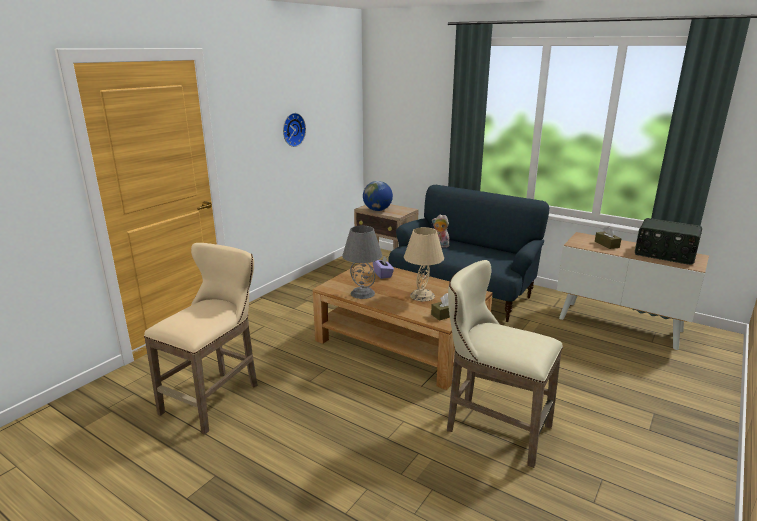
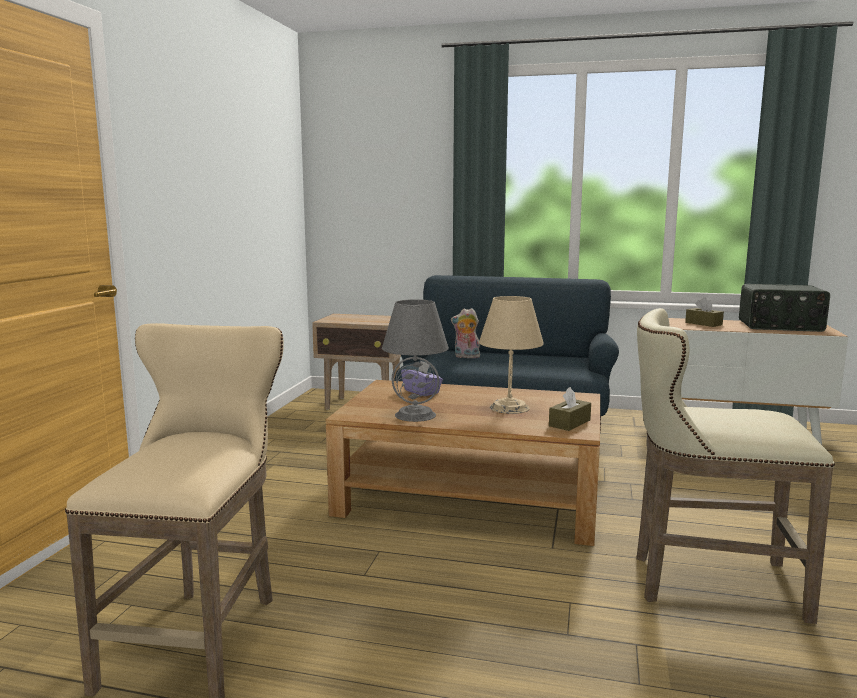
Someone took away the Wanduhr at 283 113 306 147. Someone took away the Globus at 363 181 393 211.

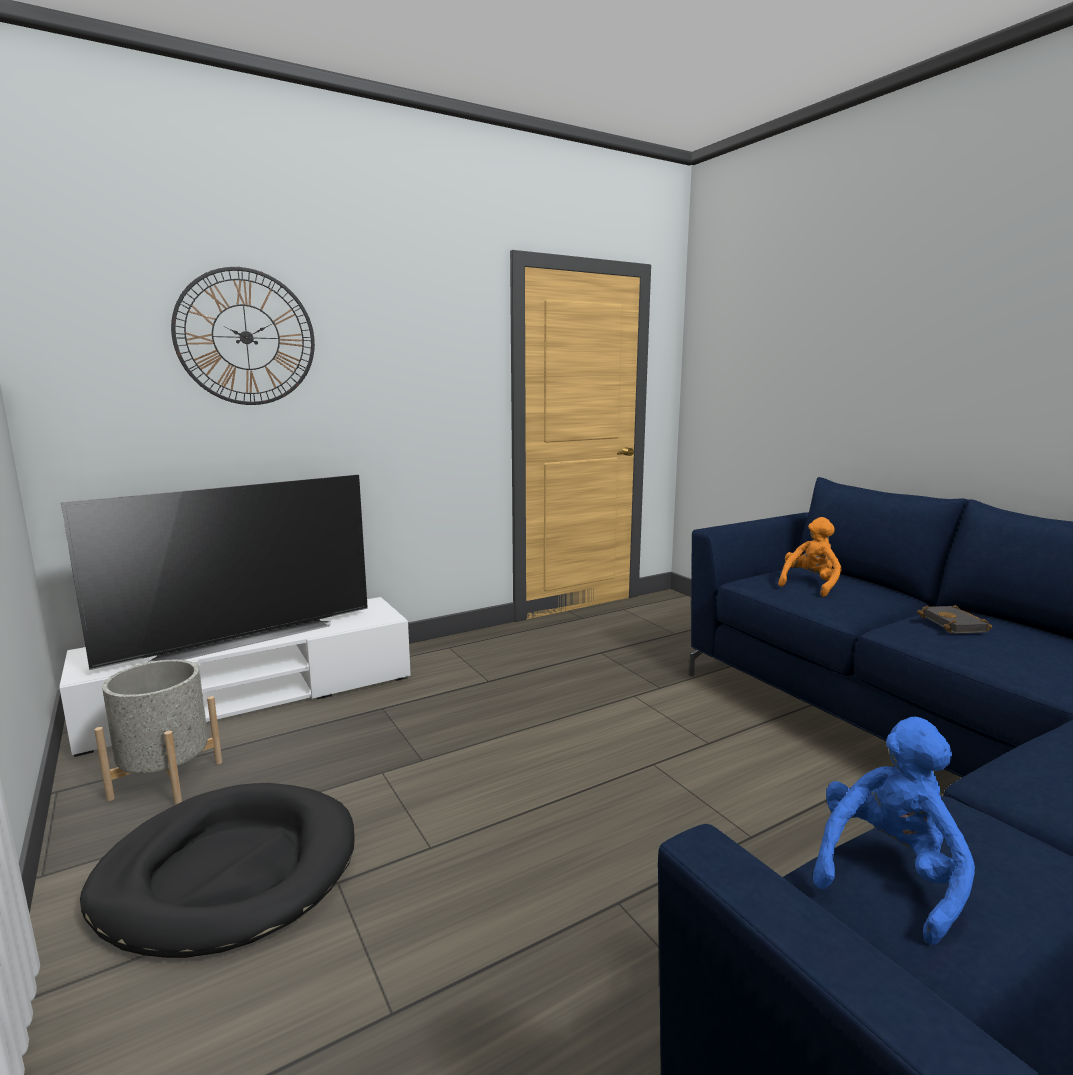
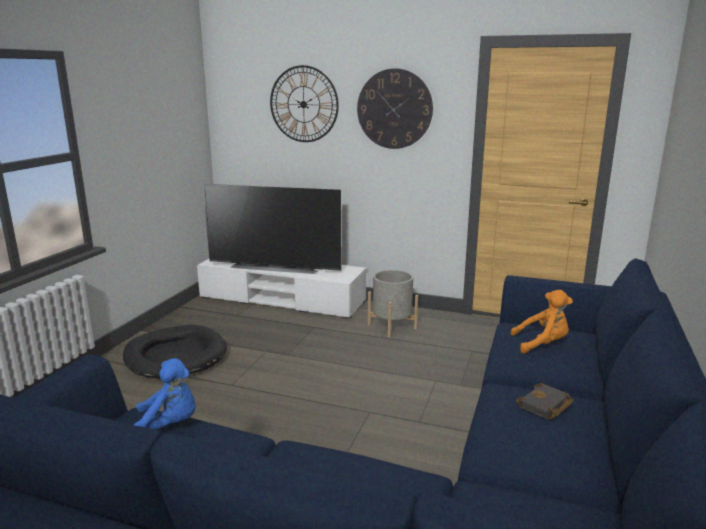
Someone carried the Pflanzkübel [grau] from 94 660 222 805 to 368 270 418 338. Someone put up the Wanduhr at 357 68 433 149.

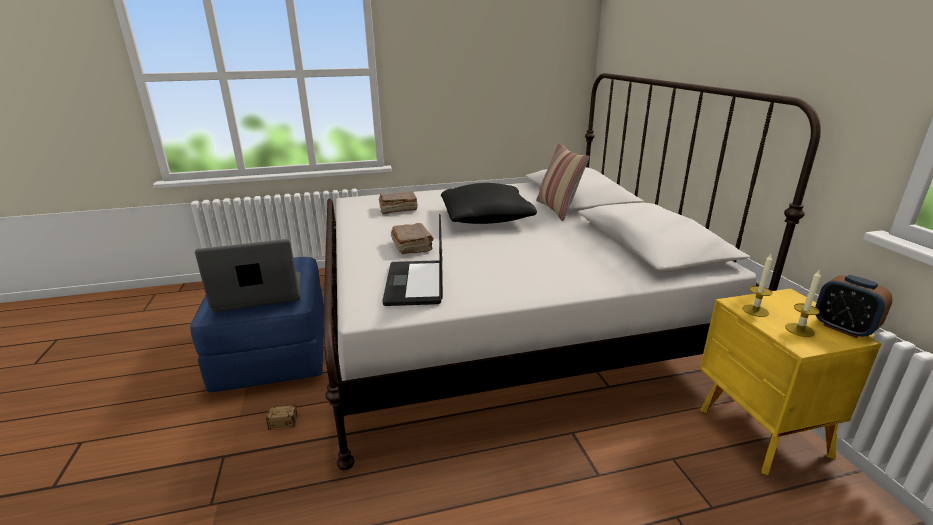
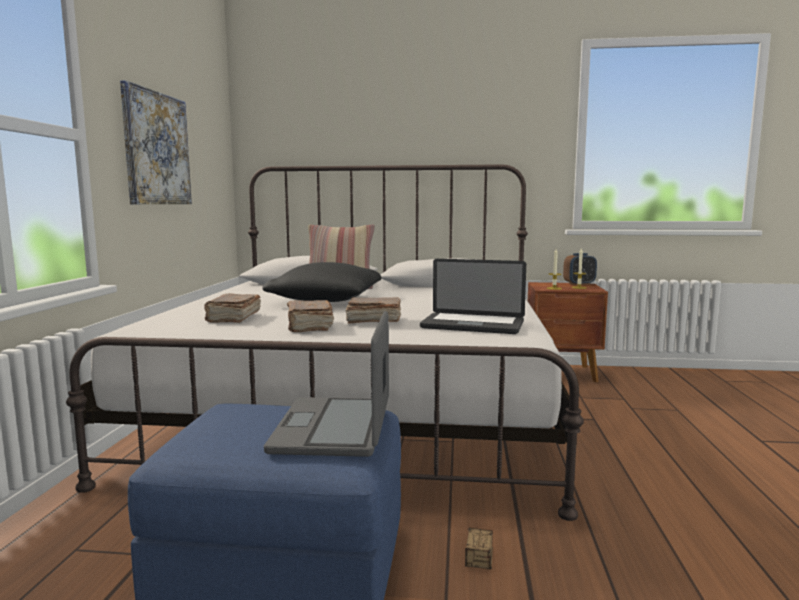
Someone repainted the Nachttisch [gelb] at 700 288 881 475, which became the Nachttisch [braun] at 528 282 608 382. Someone put up the Bild at 120 80 192 204. Someone put down the Buch [braun] at 287 300 334 332.

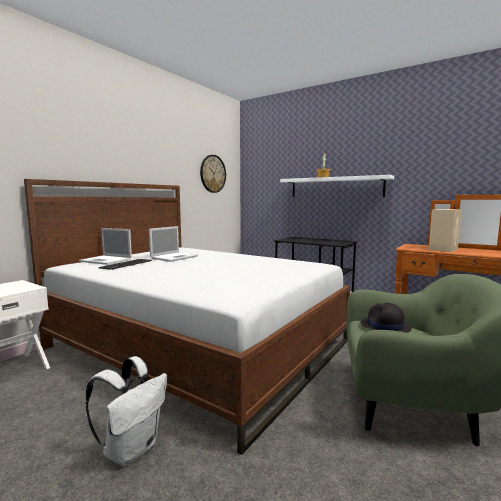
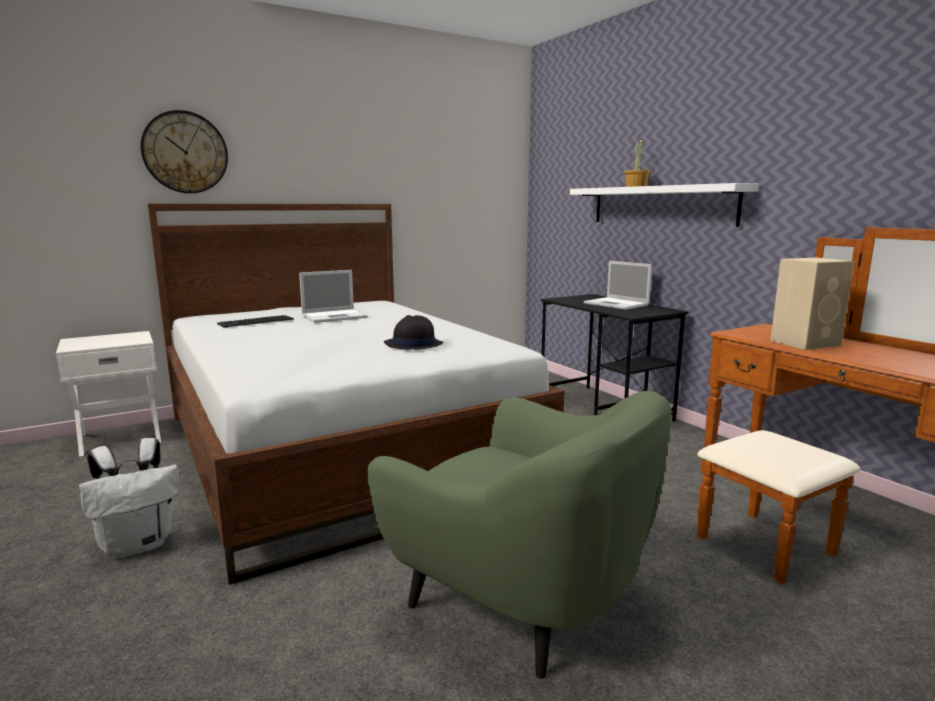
Someone carried the Laptop from 79 228 132 265 to 584 261 652 310. Someone carried the Wanduhr from 200 155 226 193 to 141 110 228 193. Someone carried the Hut [schwarz] from 360 303 412 333 to 384 315 443 350.

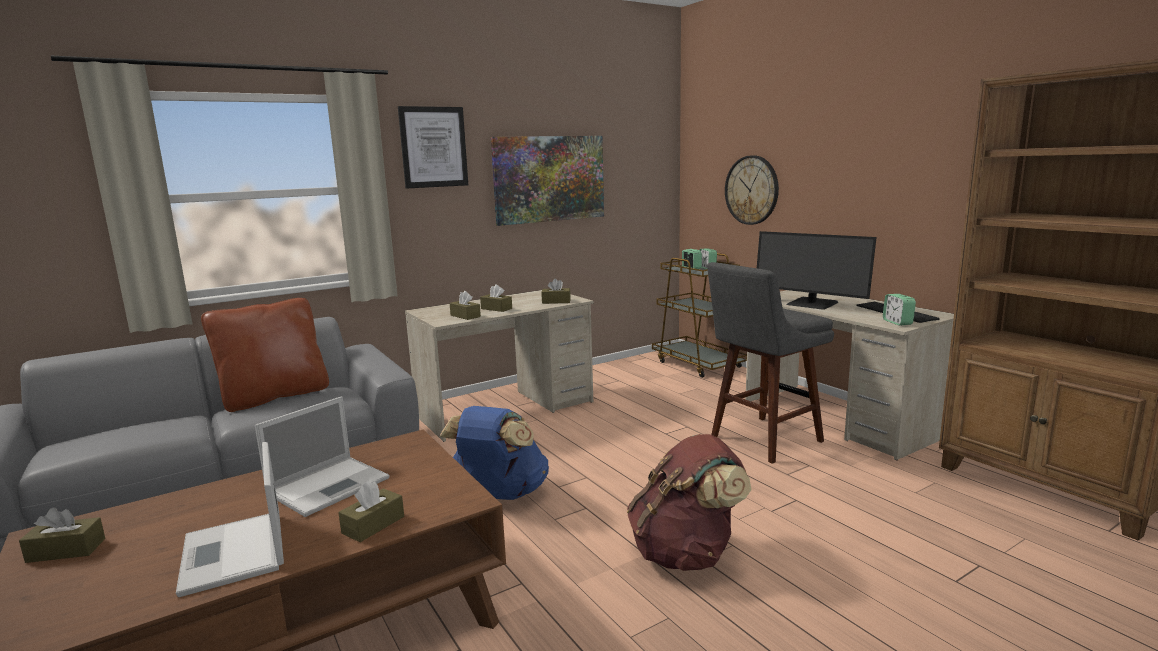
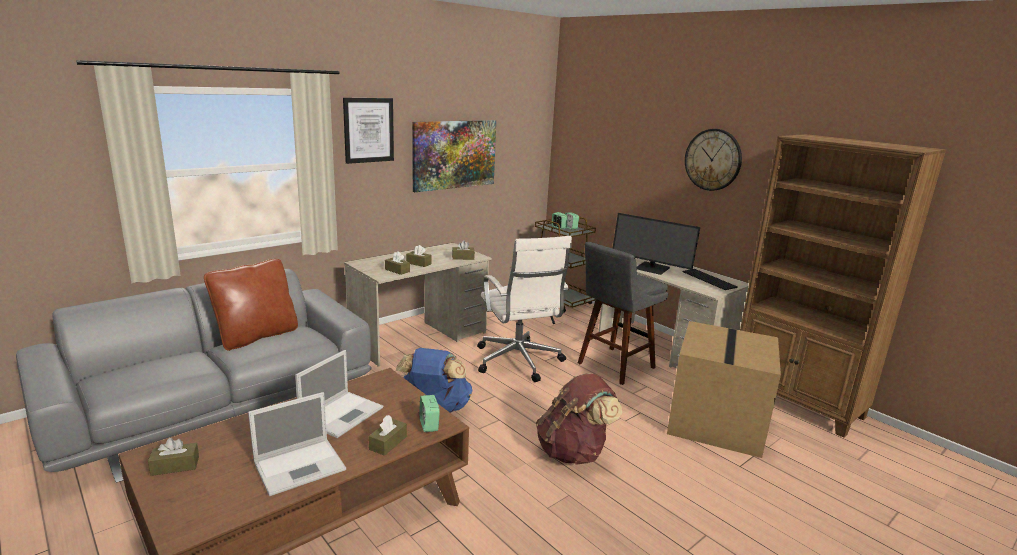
Someone rotated the Laptop at 176 442 284 597 by 90 degrees counterclockwise. Someone carried the Wanduhr from 725 155 779 225 to 685 129 742 191. Someone carried the Wecker from 883 294 916 326 to 419 395 440 432. Someone put down the Bürostuhl [weiß] at 477 236 572 382. Someone put down the Karton at 667 321 781 458.

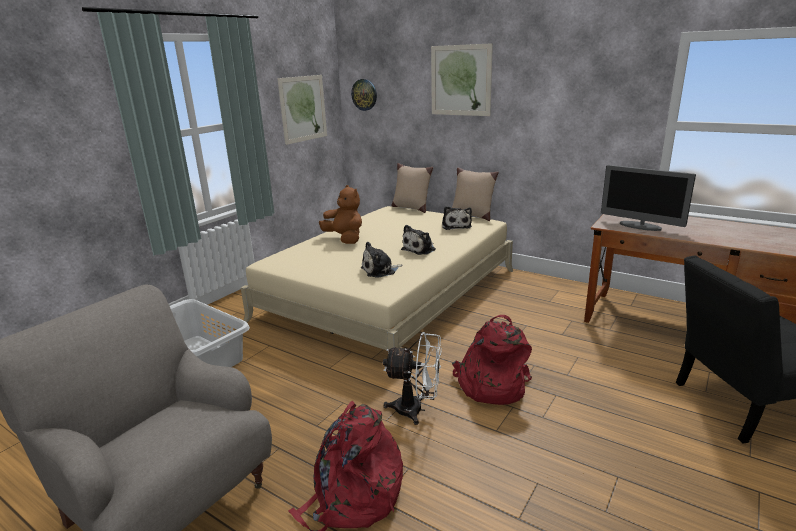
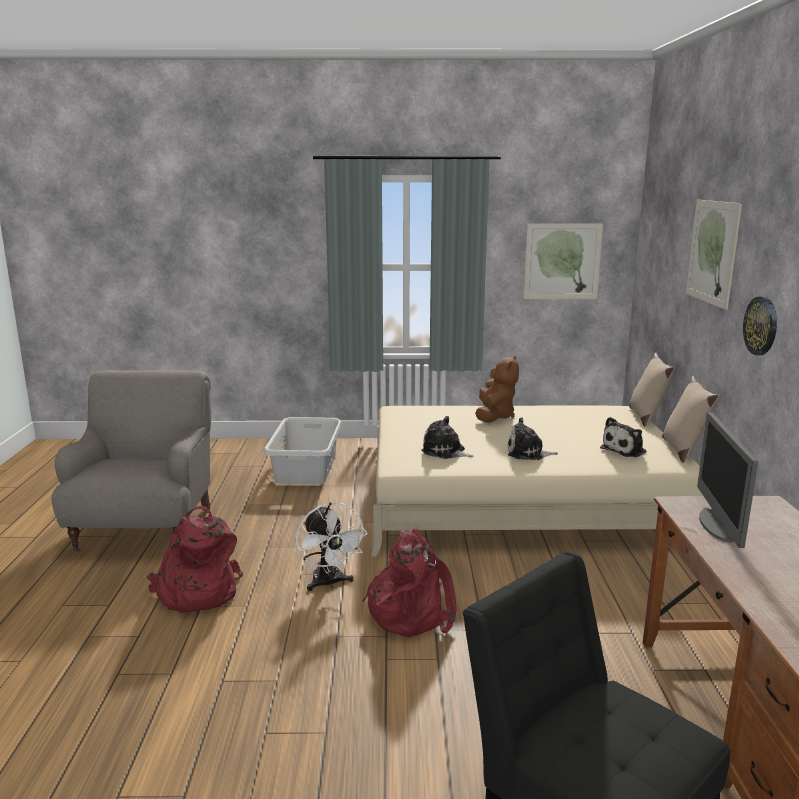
Someone carried the Wanduhr from 351 79 377 111 to 743 297 777 355.

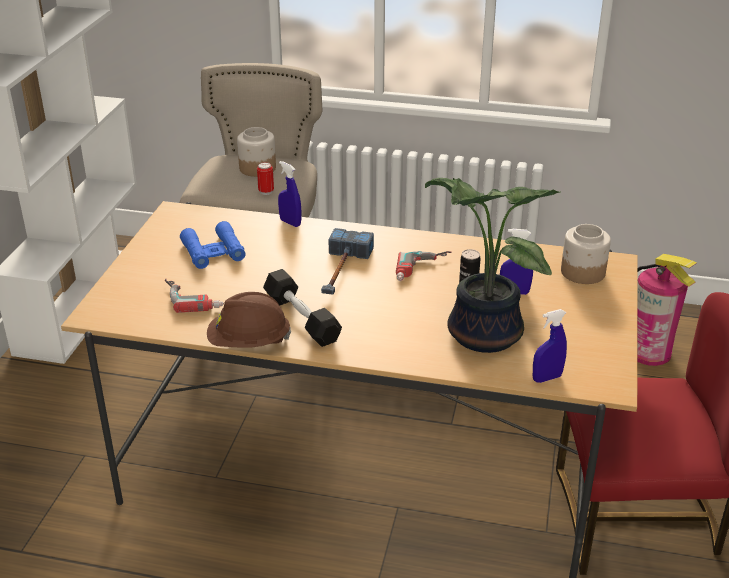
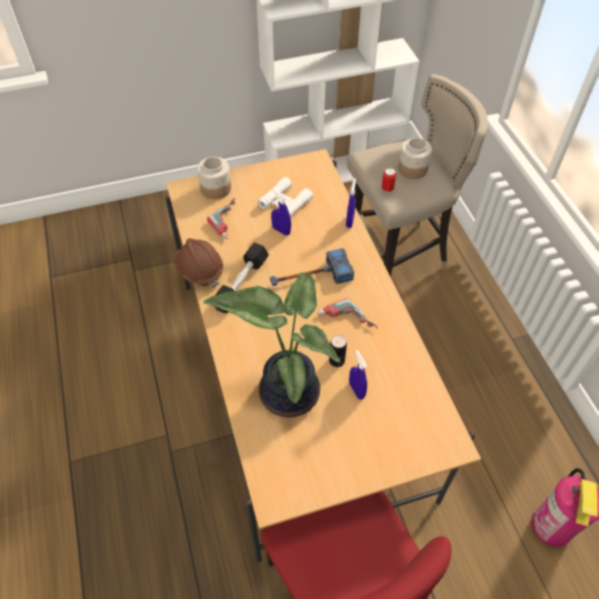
Someone repainted the Fernglas [blau] at 180 221 246 269, which became the Fernglas [weiß] at 258 177 313 217. Someone carried the Sprühflasche [blau] from 533 309 567 383 to 271 190 291 236. Someone carried the Vorratsglas from 561 224 611 284 to 197 157 231 199.

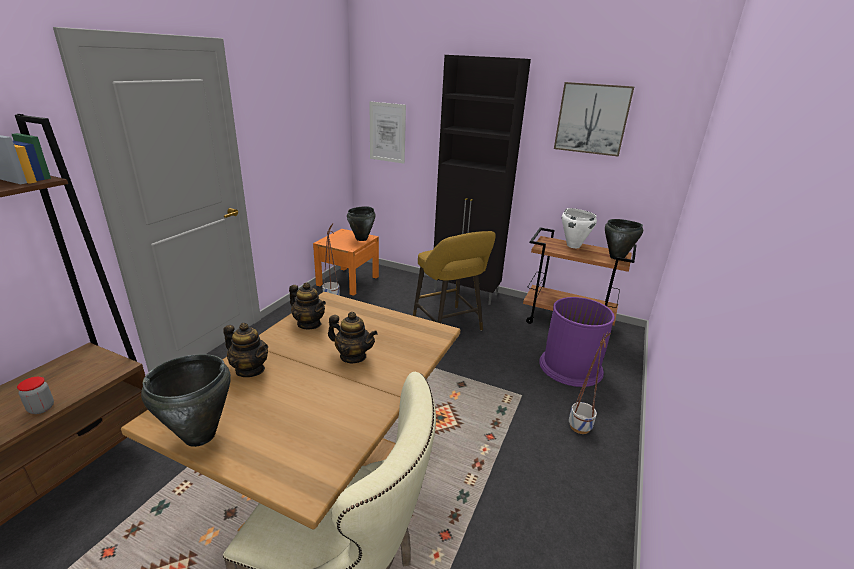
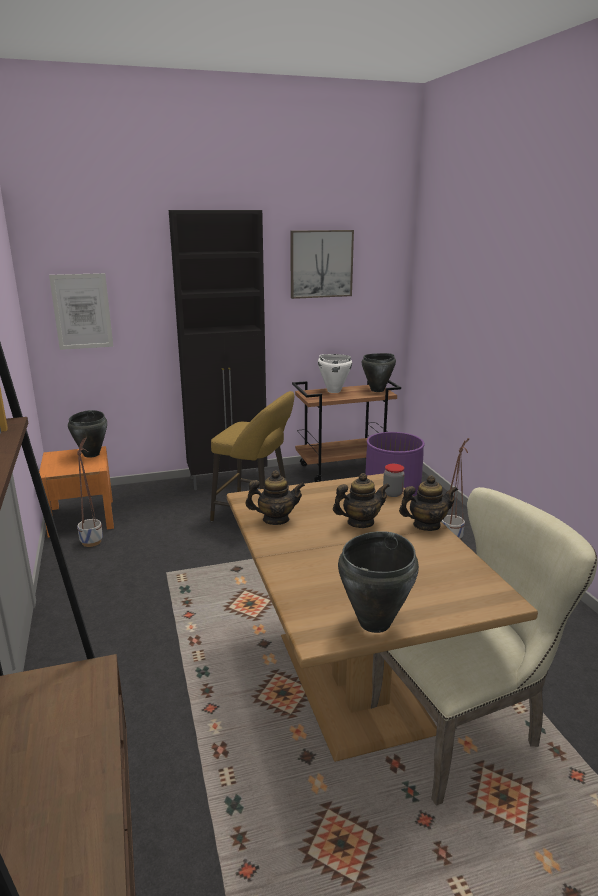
Someone carried the Vorratsglas from 17 377 54 414 to 383 464 405 497. Someone carried the Teekanne from 223 323 268 377 to 399 475 458 531.

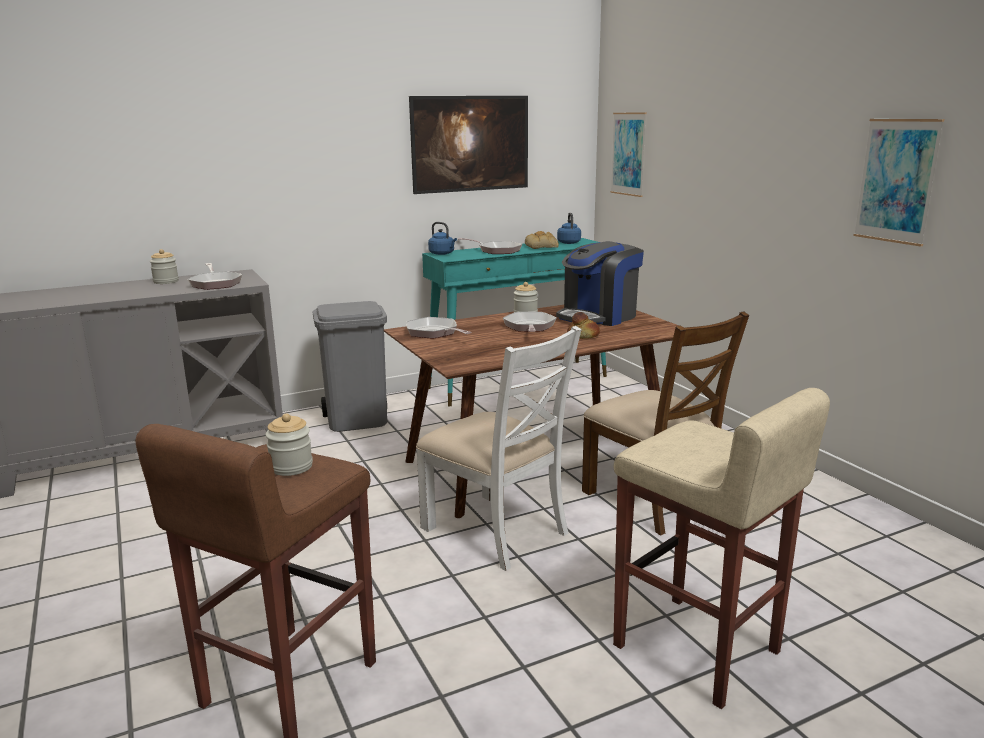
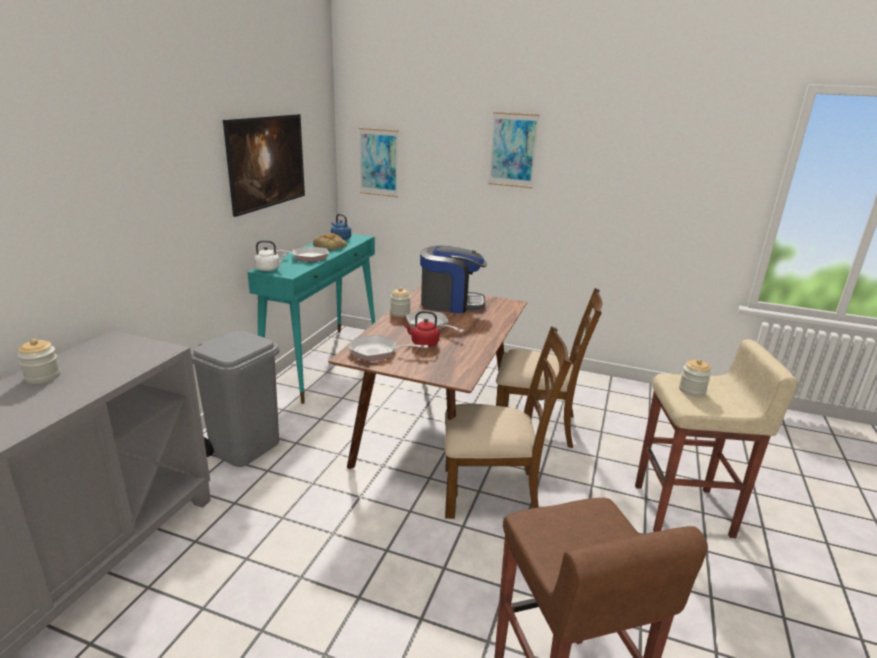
Someone took away the Pfanne at 188 263 242 290. Someone carried the Vorratsglas from 266 413 313 476 to 679 359 711 397. Someone repainted the Stuhl [weiß] at 416 326 581 571, which became the Stuhl [braun] at 445 326 572 519. Someone repainted the Wasserkessel [blau] at 428 222 457 255, which became the Wasserkessel [weiß] at 254 240 286 271. Someone rotated the Kaffeemaschine at 556 241 644 326 by 90 degrees counterclockwise. Someone took away the Brot at 567 312 600 339. Someone carried the Bild from 853 119 944 247 to 488 112 540 188. Someone put down the Wasserkessel [rot] at 404 311 440 347.

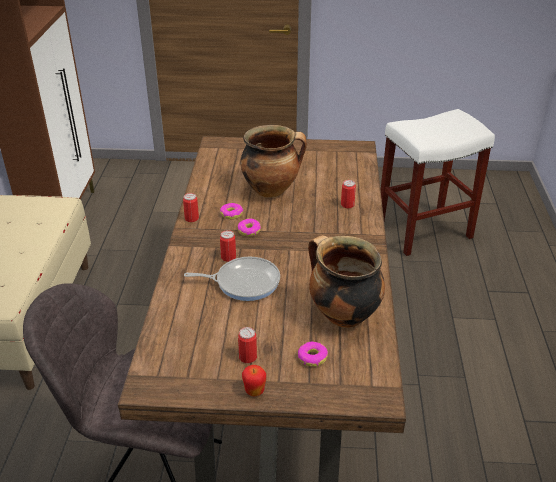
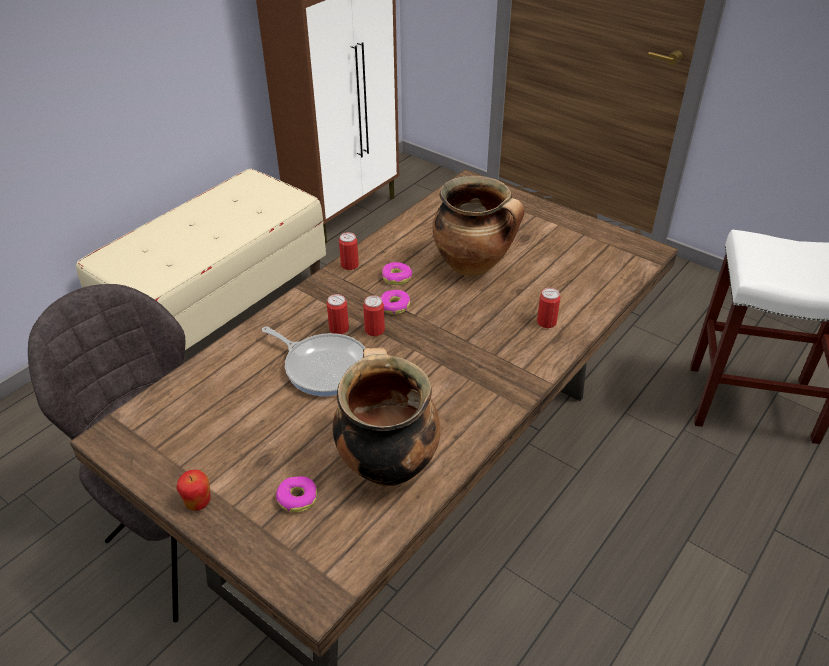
Someone carried the Dose from 238 327 257 363 to 363 295 385 336.

